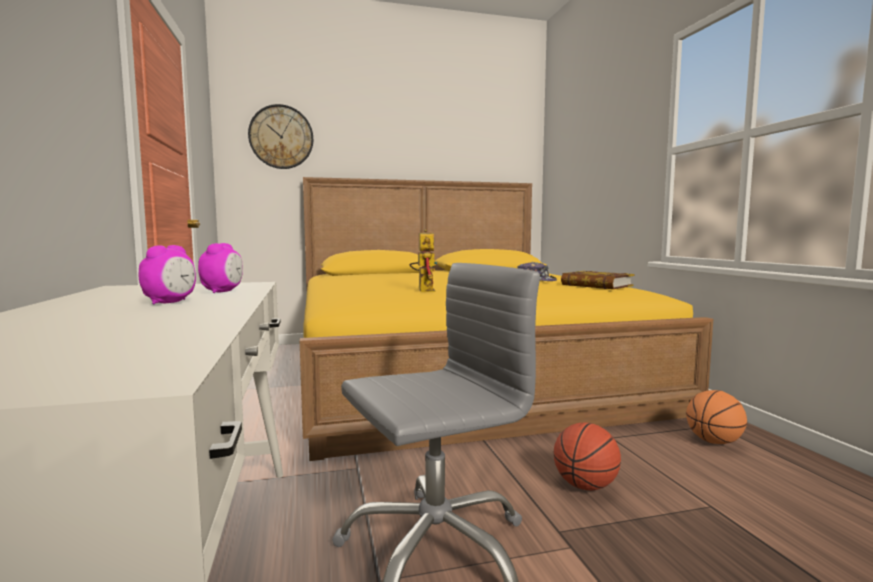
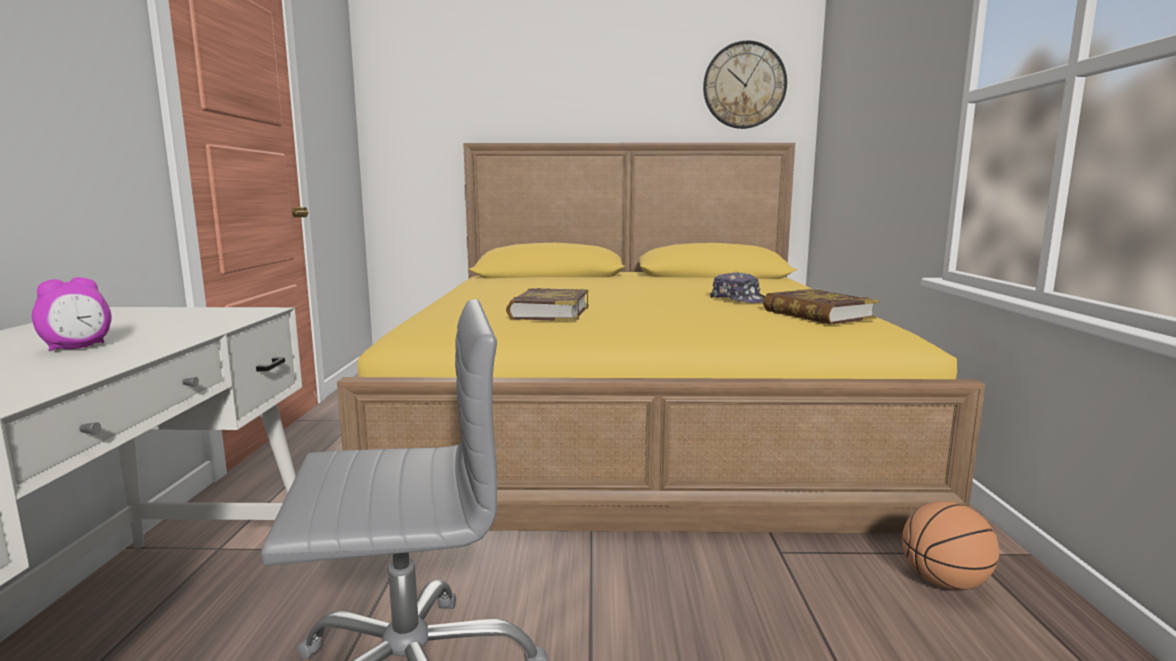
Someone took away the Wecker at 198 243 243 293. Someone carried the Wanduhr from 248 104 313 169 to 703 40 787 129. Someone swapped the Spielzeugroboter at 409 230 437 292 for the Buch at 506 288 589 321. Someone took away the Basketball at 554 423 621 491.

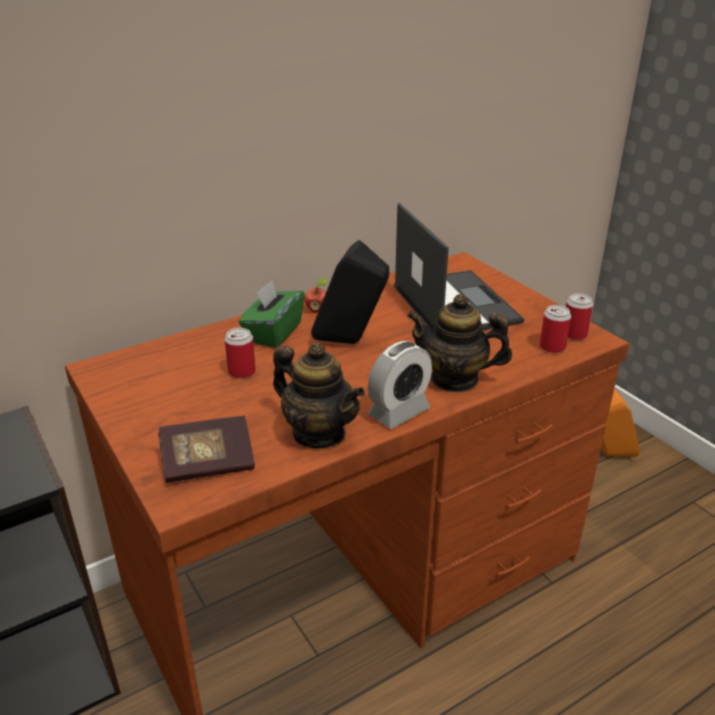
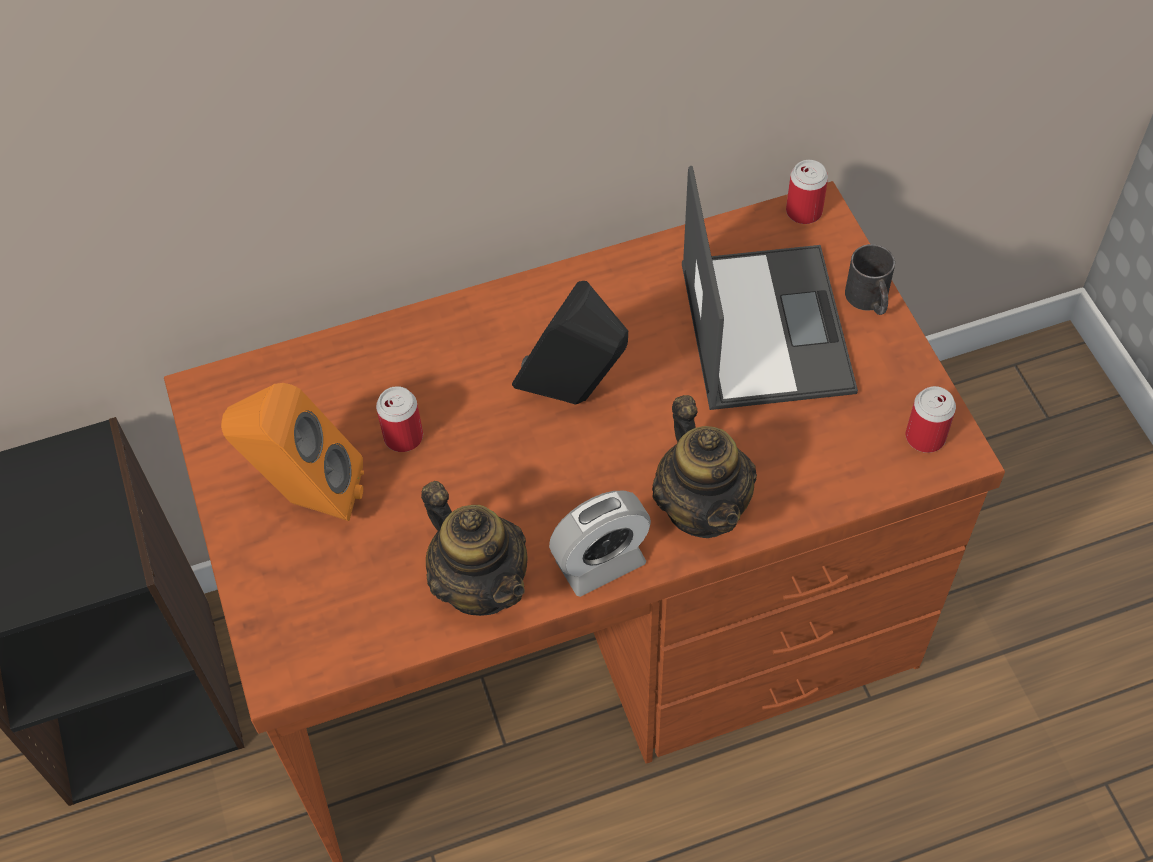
Someone took away the Buch at 158 416 255 483. Someone took away the Taschentuchbox [grün] at 239 280 305 348. Someone took away the Apfel at 304 278 328 312. Someone rotated the Teekanne at 407 294 512 393 by 135 degrees counterclockwise. Someone carried the Dose from 539 305 571 353 to 786 160 828 224. Someone carried the Lautsprecher [orange] from 601 390 640 457 to 221 383 364 521. Someone put down the Henkelbecher [schwarz] at 845 244 895 315.

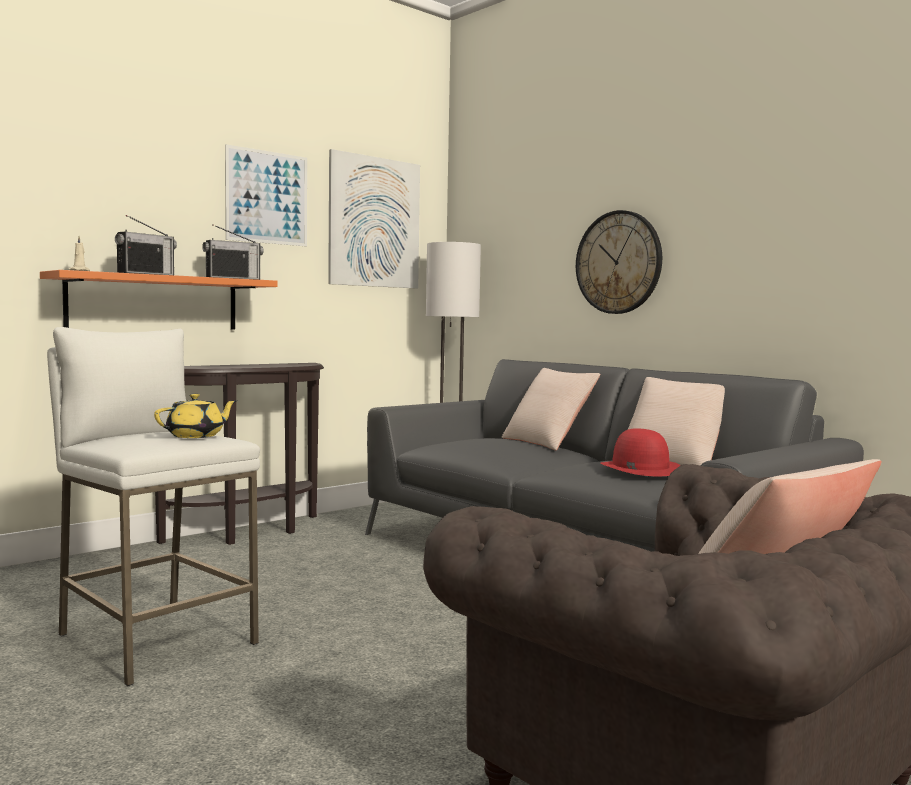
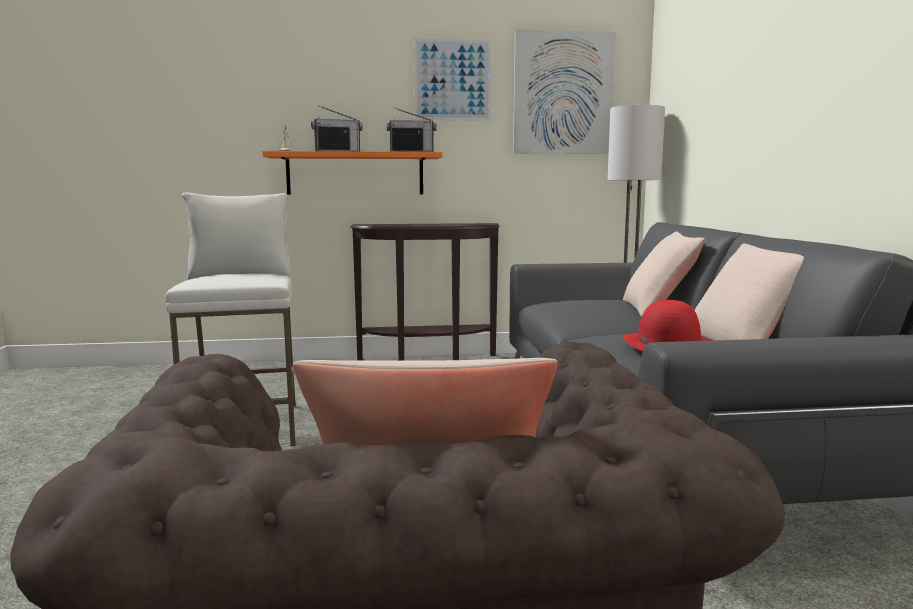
Someone took away the Teekanne [gelb] at 154 394 237 438. Someone took away the Wanduhr at 576 210 662 314.

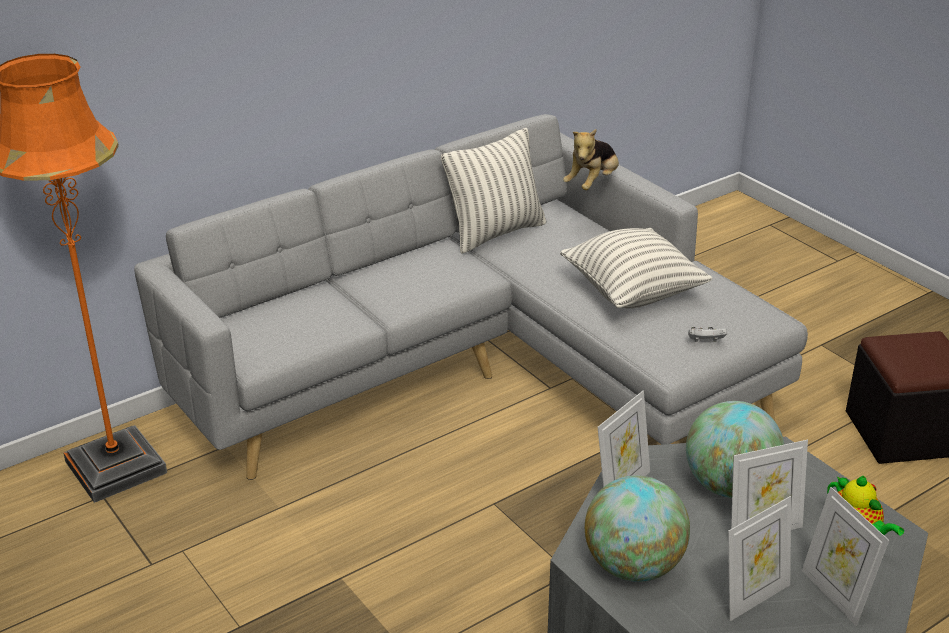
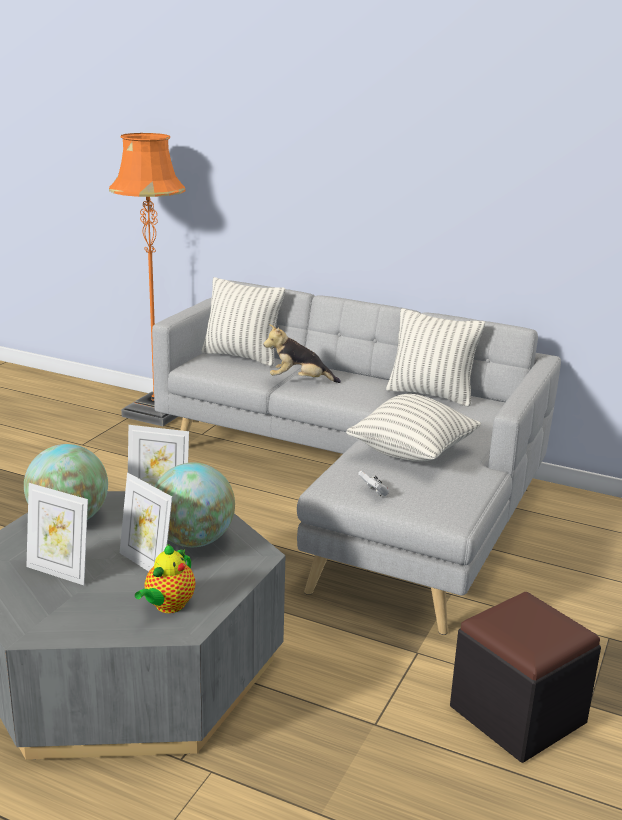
Someone carried the Plüschtier from 563 129 619 190 to 263 324 341 383. Someone took away the Bilderrahmen at 801 487 889 626. Someone put down the Kissen at 201 277 285 366.

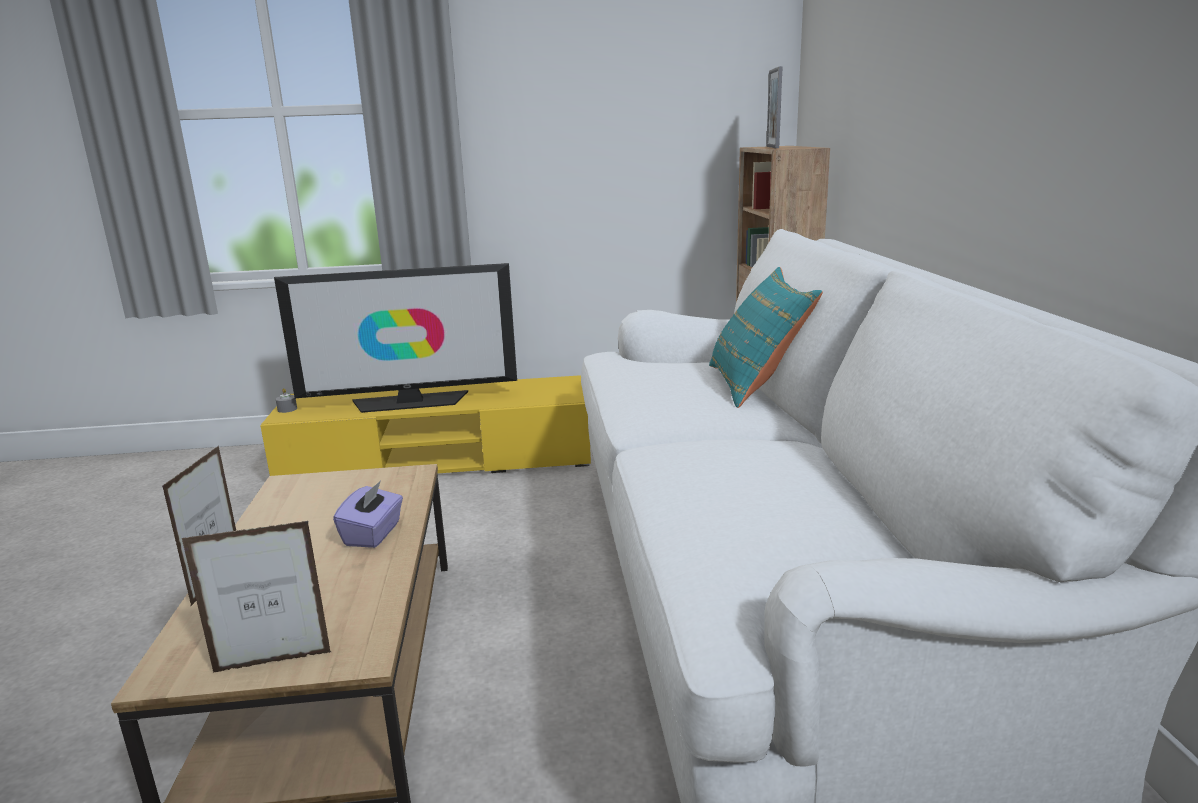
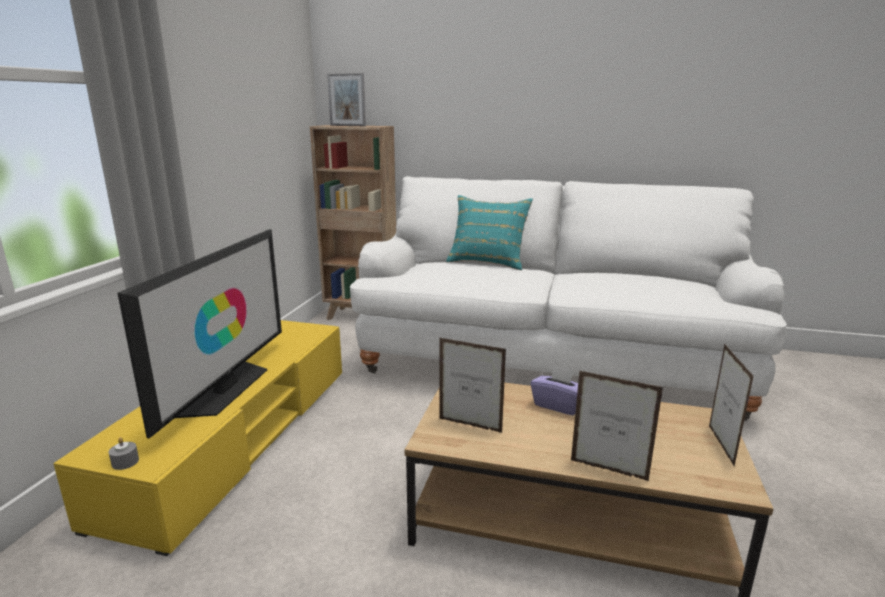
Someone put down the Bilderrahmen at 439 338 506 433.

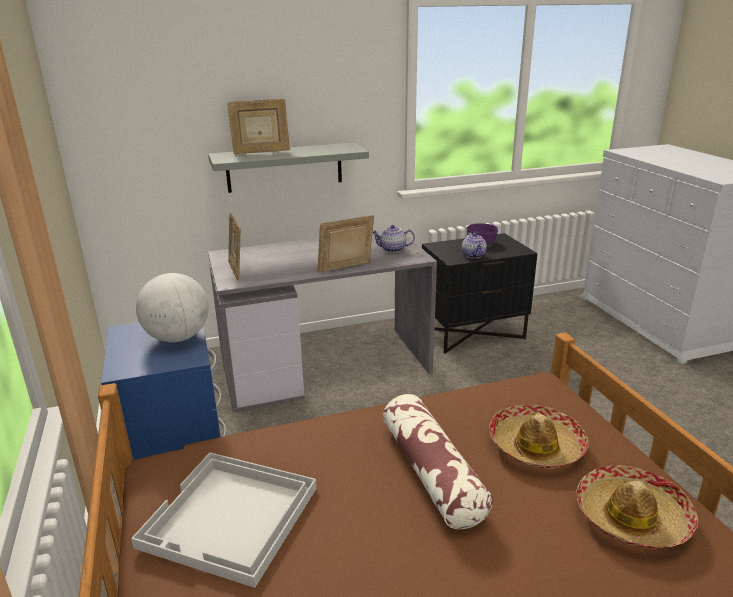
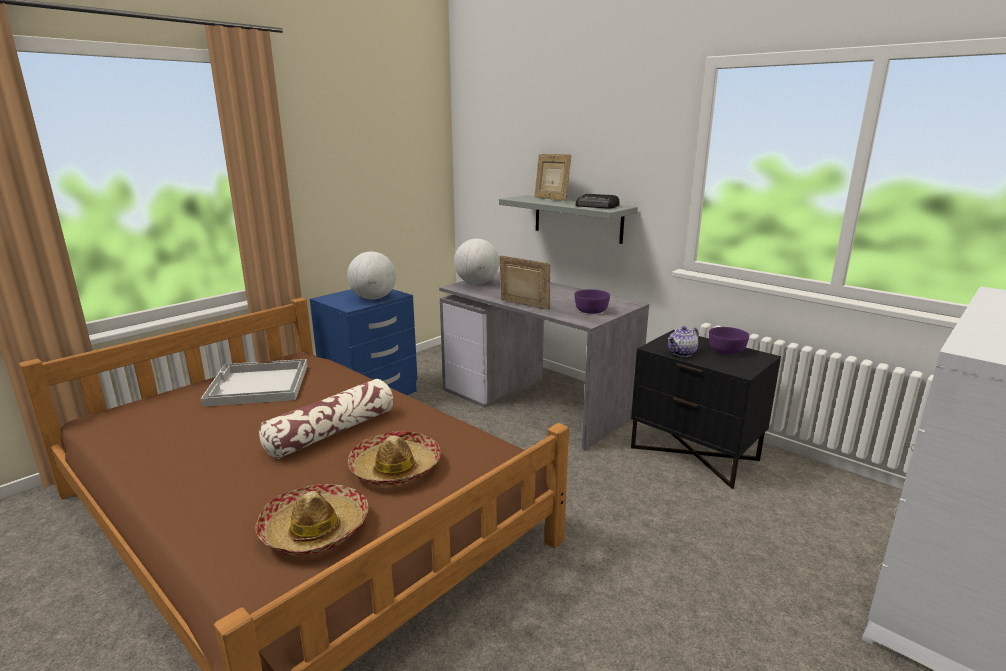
Someone swapped the Bilderrahmen at 228 212 241 281 for the Globus at 454 239 500 284. Someone swapped the Teekanne at 373 225 415 253 for the Schüssel [lila] at 575 289 610 314. Someone put down the Radio at 575 194 619 209.

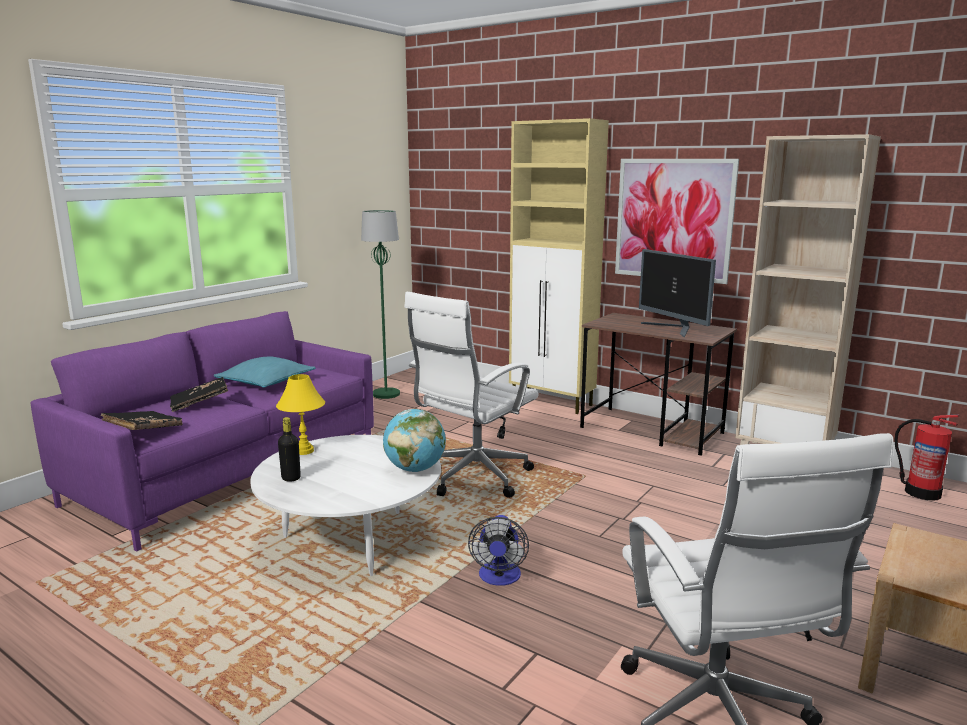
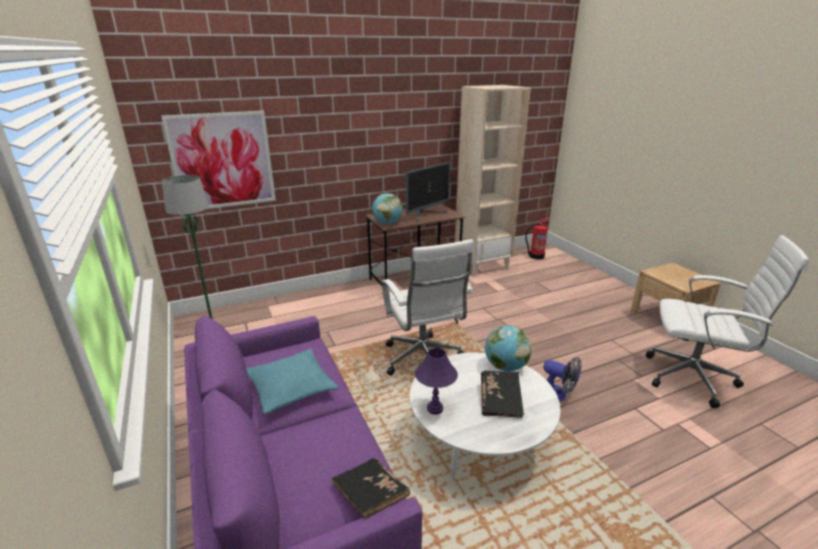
Someone carried the Buch [schwarz] from 170 377 228 412 to 481 371 524 418. Someone repainted the Tischlampe [gelb] at 276 374 325 455, which became the Tischlampe [lila] at 415 348 458 415. Someone took away the Flasche [schwarz] at 278 417 301 482. Someone took away the Schrank [beige] at 509 118 609 414. Someone carried the Bild from 615 159 739 284 to 161 111 276 209. Someone rotated the Monitor at 639 249 716 338 by 45 degrees counterclockwise. Someone put down the Globus at 372 193 403 224.

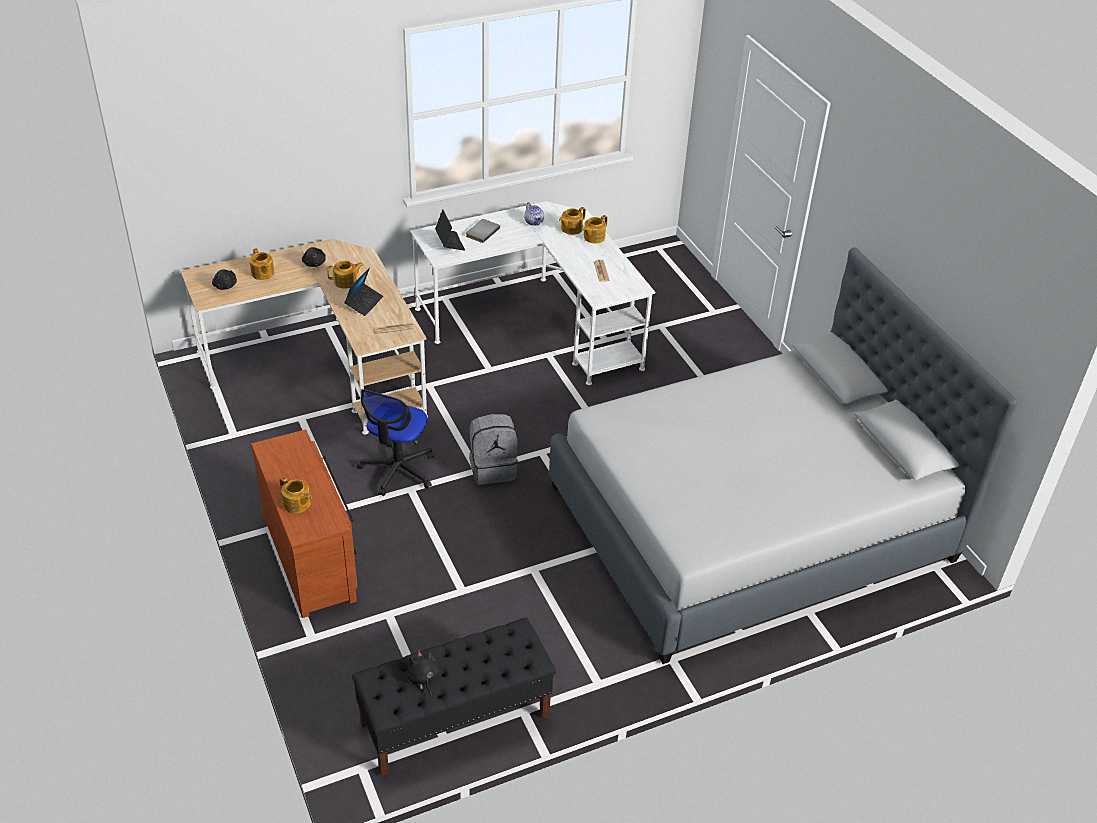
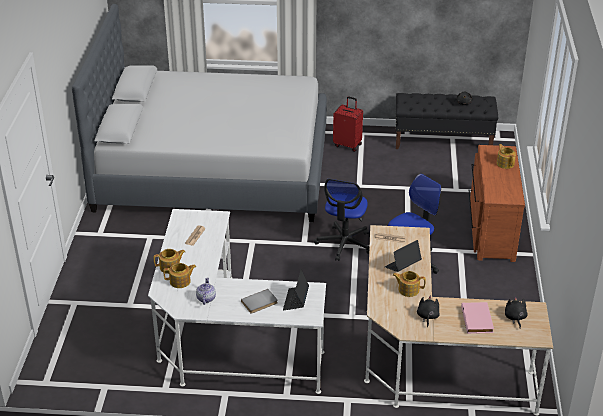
Someone swapped the Teekanne at 250 248 274 280 for the Buch [rosa] at 461 302 494 334. Someone swapped the Rucksack [grau] at 469 414 518 485 for the Bürostuhl at 314 179 369 261. Someone put down the Koffer [rot] at 333 96 363 152.

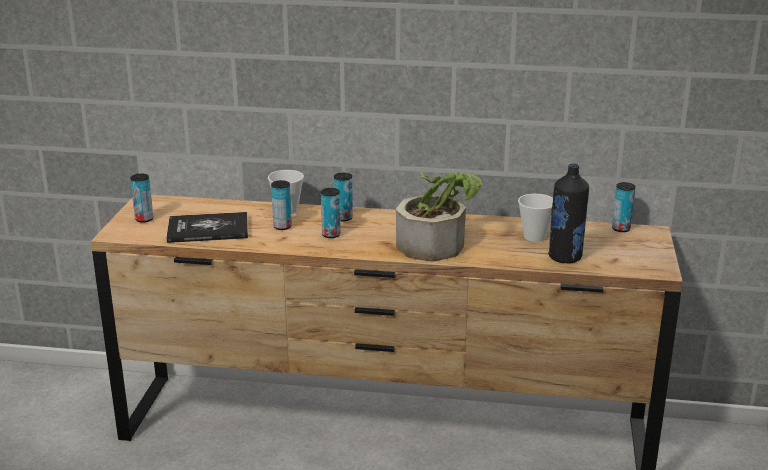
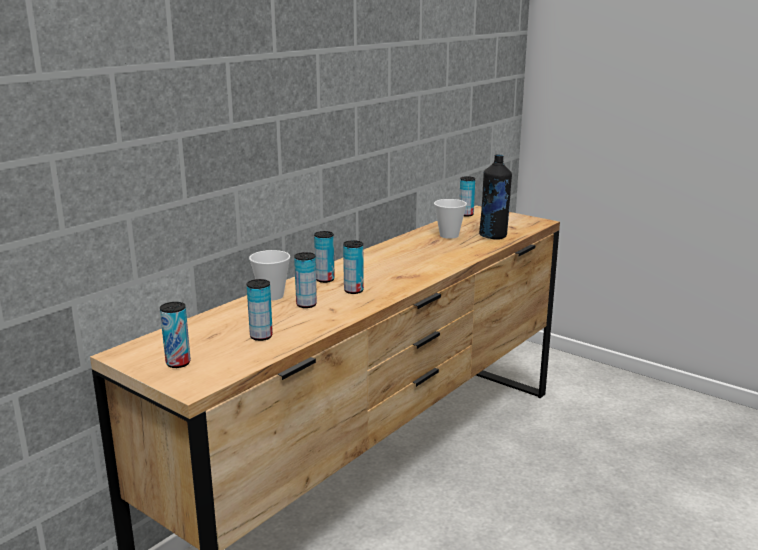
Someone swapped the Buch at 166 212 248 243 for the Dose at 247 279 273 341. Someone took away the Topfpflanze at 396 172 482 262.

